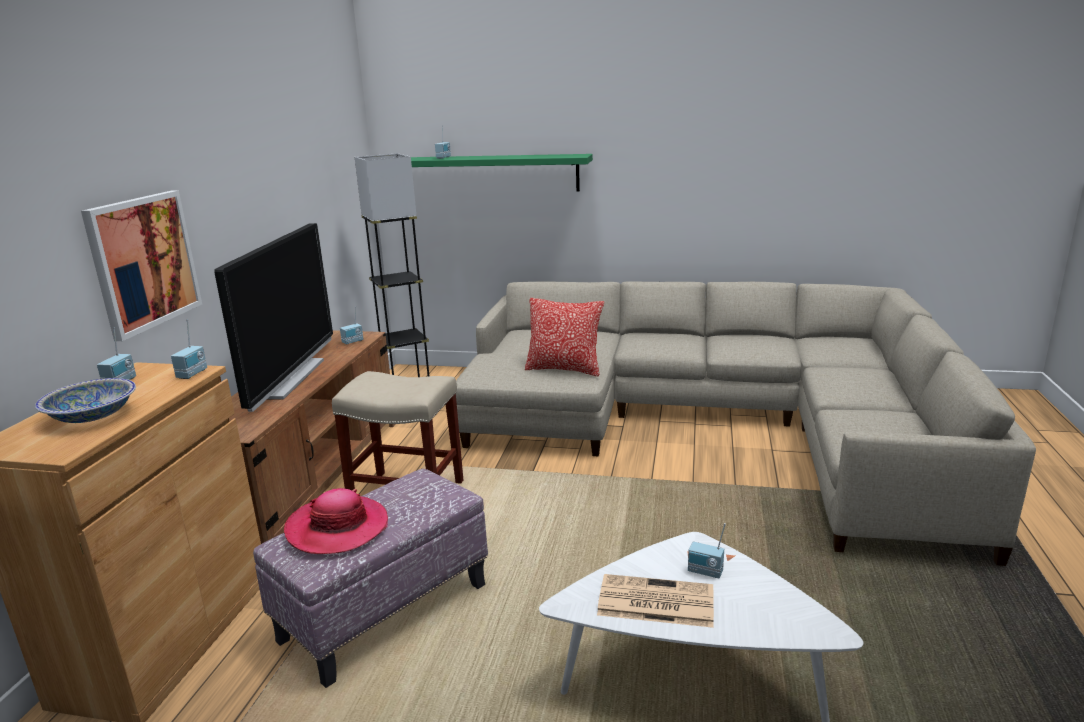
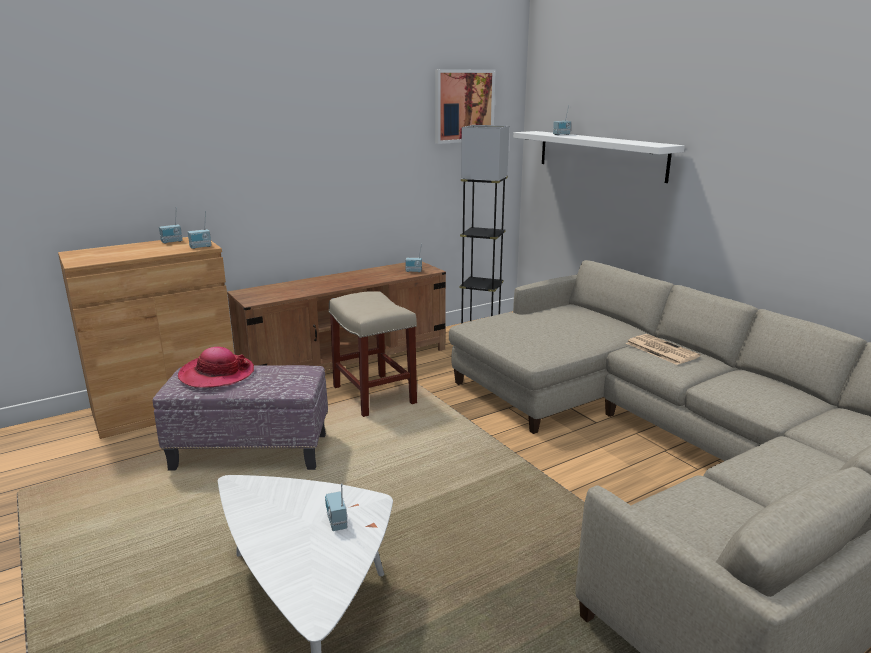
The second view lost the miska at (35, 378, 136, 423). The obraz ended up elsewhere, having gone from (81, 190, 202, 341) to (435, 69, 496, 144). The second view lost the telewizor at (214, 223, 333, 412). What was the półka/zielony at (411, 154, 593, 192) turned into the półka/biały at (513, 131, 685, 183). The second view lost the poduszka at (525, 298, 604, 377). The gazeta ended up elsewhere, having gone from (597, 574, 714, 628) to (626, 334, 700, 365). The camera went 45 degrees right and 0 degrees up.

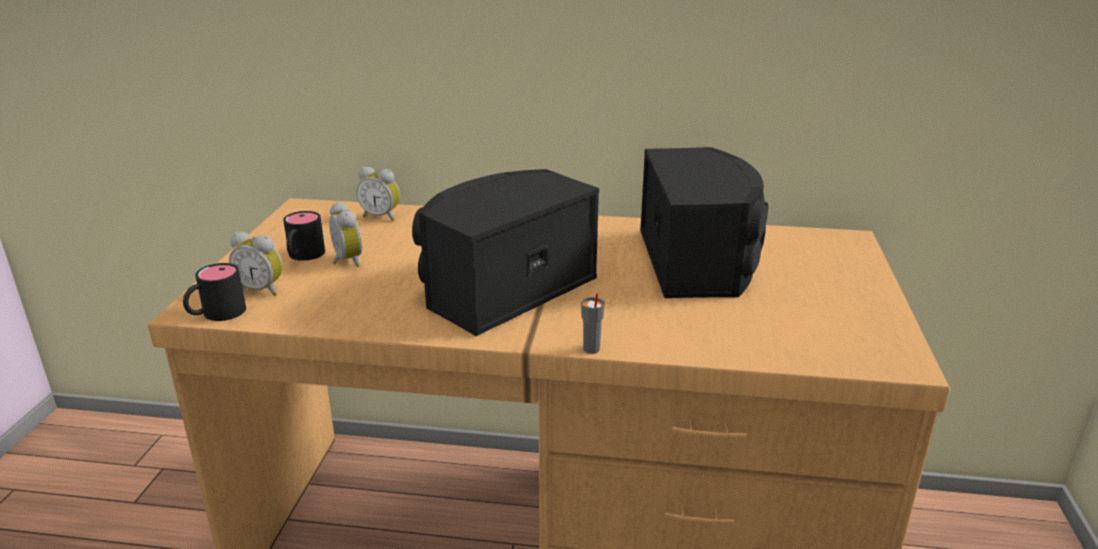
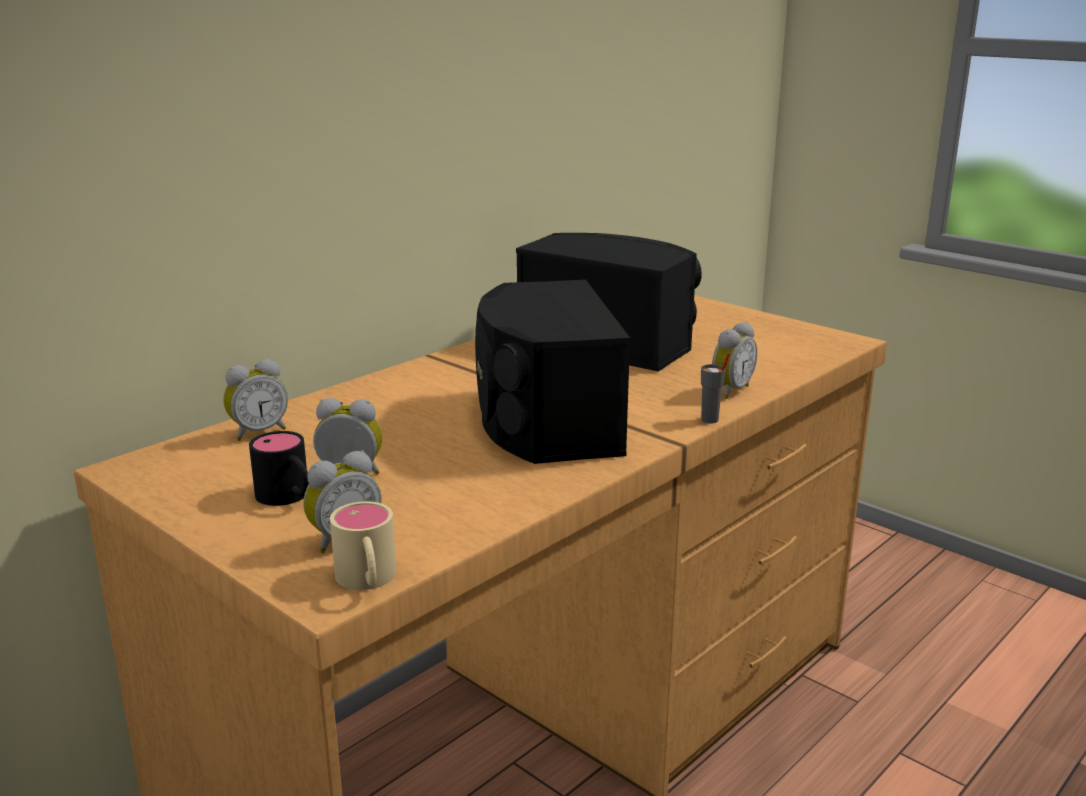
What was the kubek/czarny at (183, 263, 246, 321) turned into the kubek/beżowy at (330, 501, 396, 590). The second view gained the budzik at (712, 322, 757, 399). The camera went 55 degrees left and 5 degrees down.

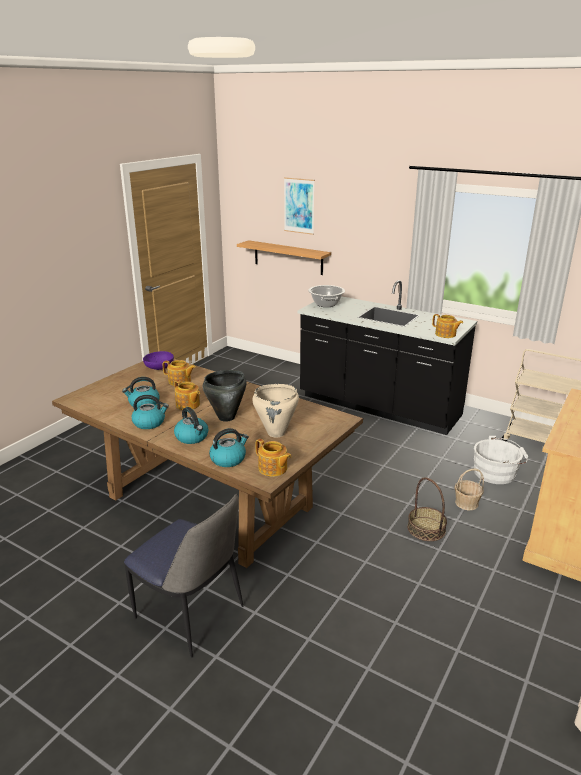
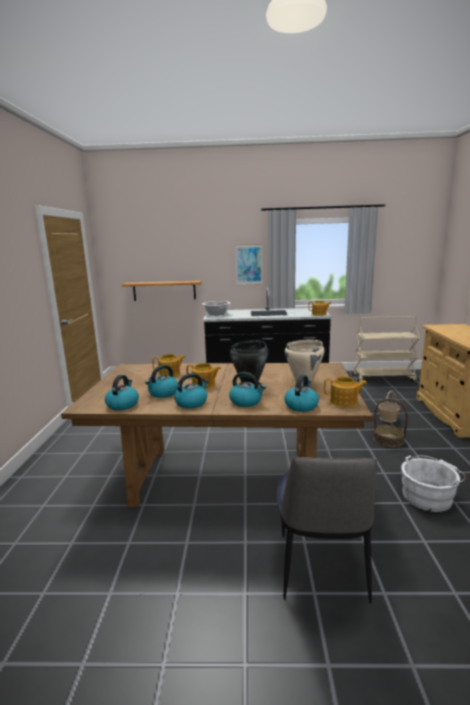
The krzesło at (124, 494, 244, 657) ended up facing another way, 90 degrees clockwise from before. The second view lost the miska/fioletowy at (143, 351, 174, 370). The obraz ended up elsewhere, having gone from (284, 177, 315, 235) to (235, 244, 262, 286). The wiadro/biały ended up elsewhere, having gone from (474, 436, 528, 484) to (401, 455, 466, 512). The second view gained the czajnik at (105, 375, 139, 410). The camera went 30 degrees left and 10 degrees down.

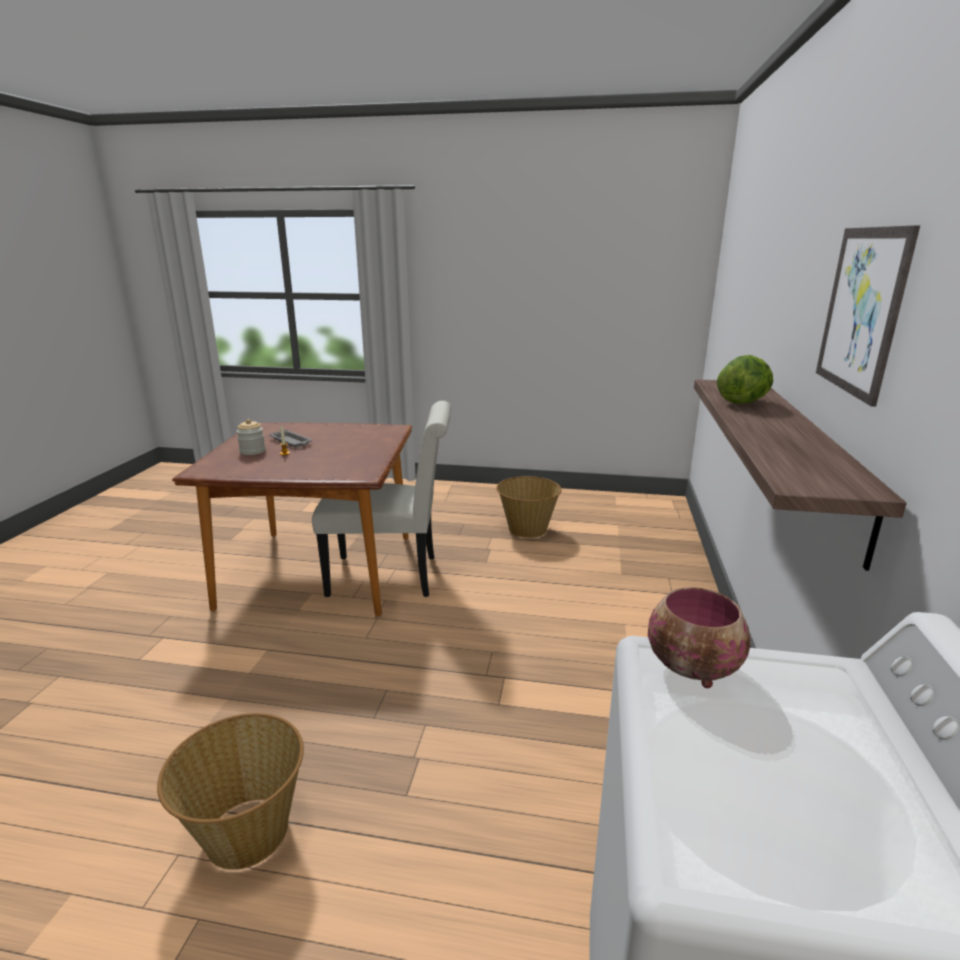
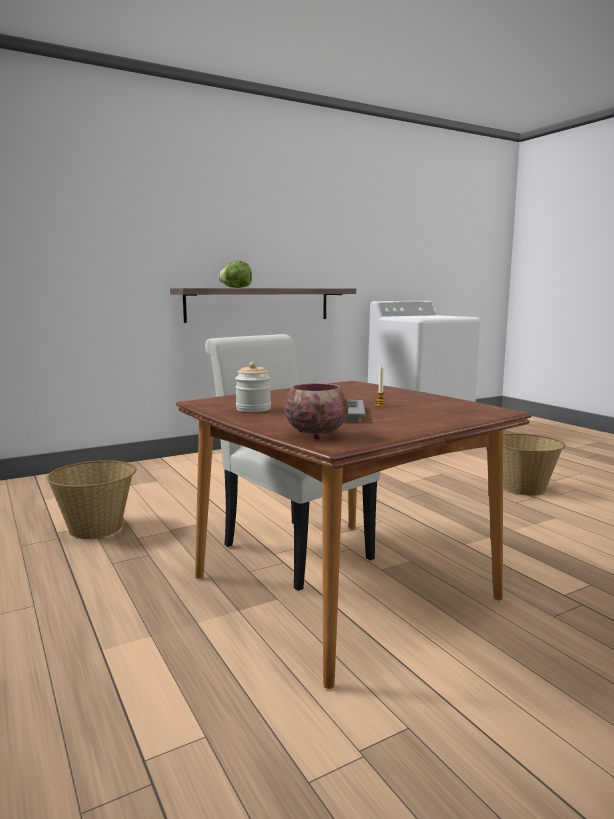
The słoik ended up elsewhere, having gone from (236, 419, 265, 455) to (235, 362, 271, 412). The miska ended up elsewhere, having gone from (648, 587, 750, 688) to (284, 383, 348, 439). The second view lost the obraz at (816, 225, 920, 407). The camera went 130 degrees left and 10 degrees down.

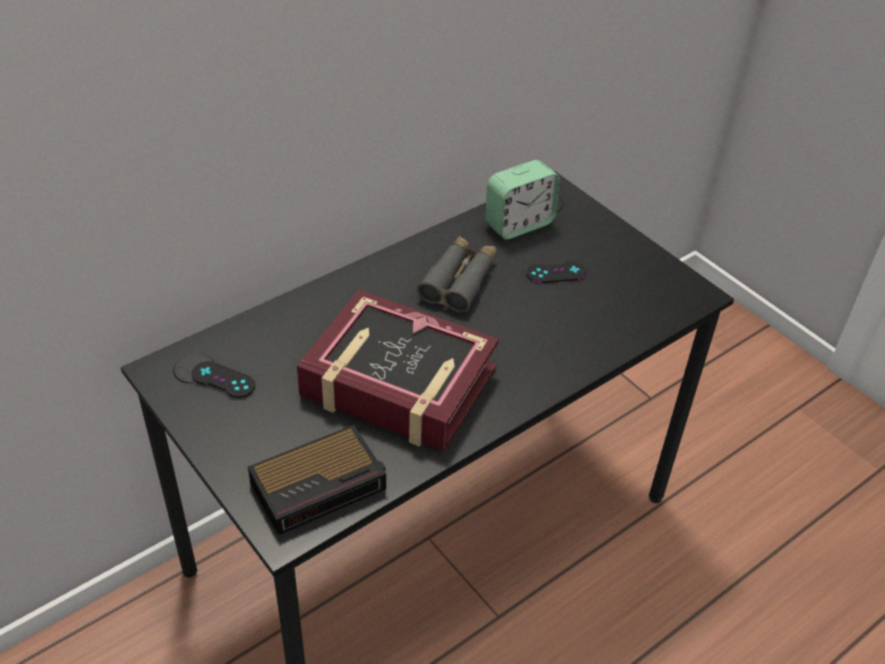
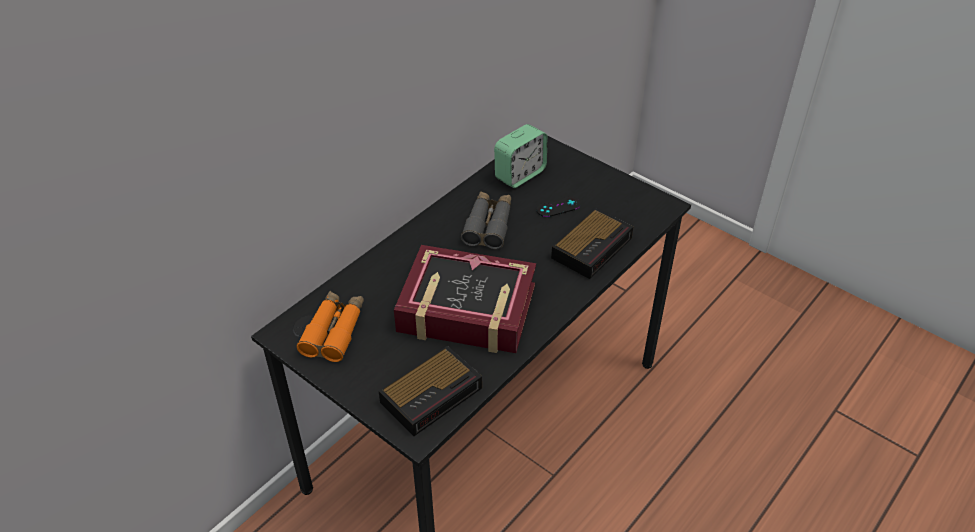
Where the pad do gier/czarny stood at (191, 361, 255, 398), the lornetka/pomarańczowy came to stand at (296, 291, 364, 362). The second view gained the budzik at (551, 208, 633, 279). The camera went 10 degrees left and 0 degrees up.

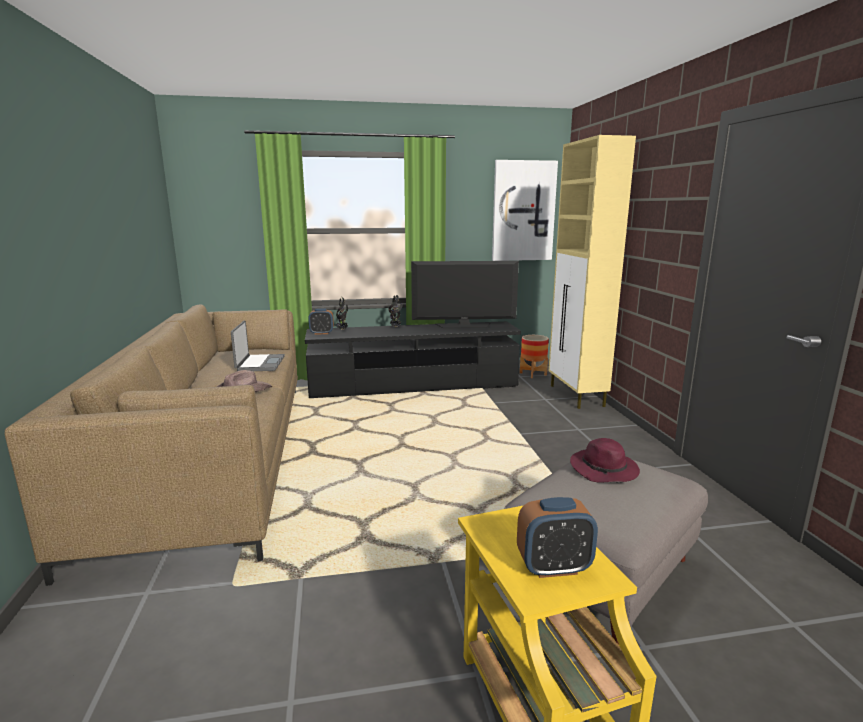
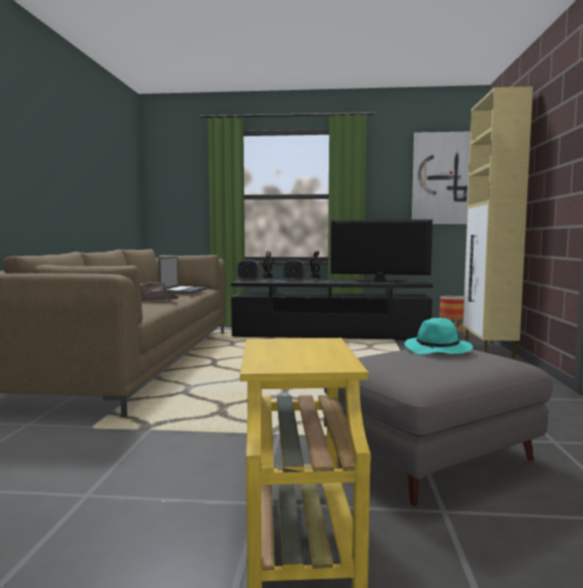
The budzik ended up elsewhere, having gone from (517, 497, 598, 578) to (283, 259, 305, 281). What was the kapelusz/fioletowy at (570, 438, 640, 483) turned into the kapelusz/turkusowy at (404, 318, 473, 355). The camera went 15 degrees right and 10 degrees down.

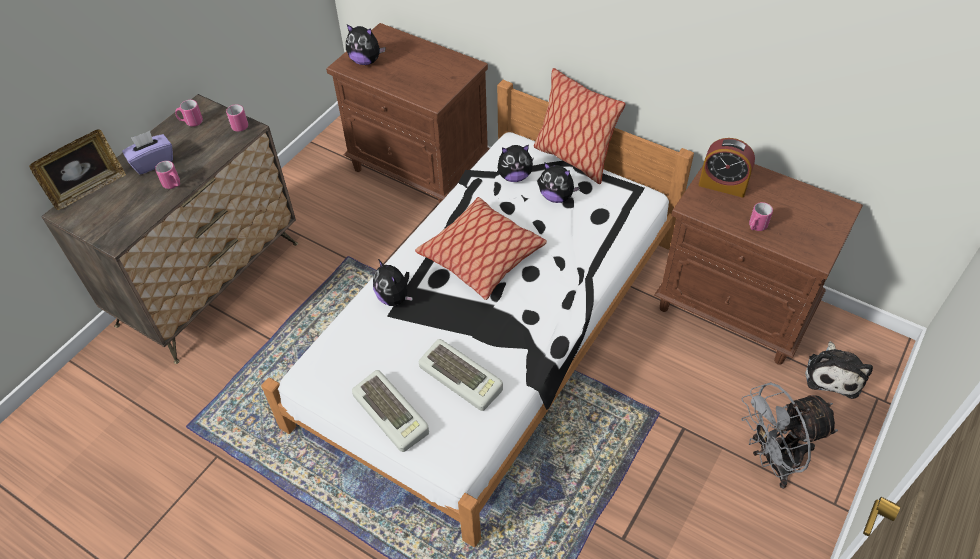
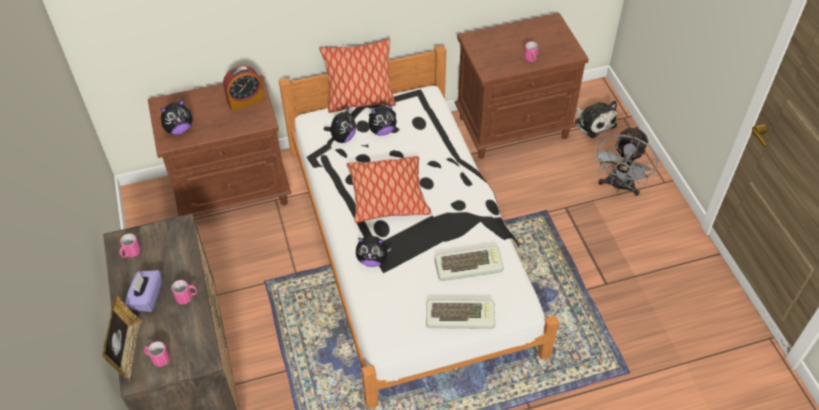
The kubek/różowy ended up elsewhere, having gone from (226, 104, 248, 132) to (144, 341, 170, 367). The budzik ended up elsewhere, having gone from (699, 138, 755, 198) to (223, 65, 264, 111). The camera went 50 degrees left and 0 degrees up.

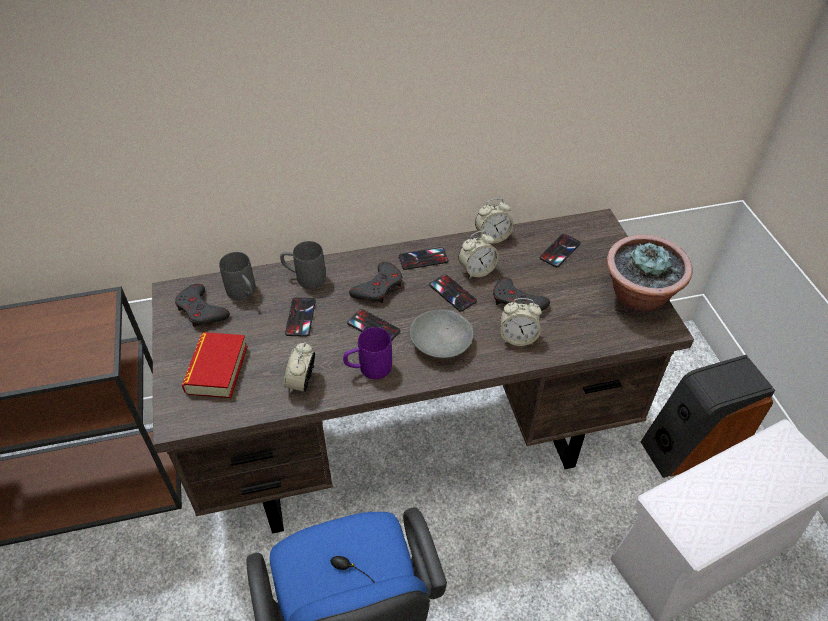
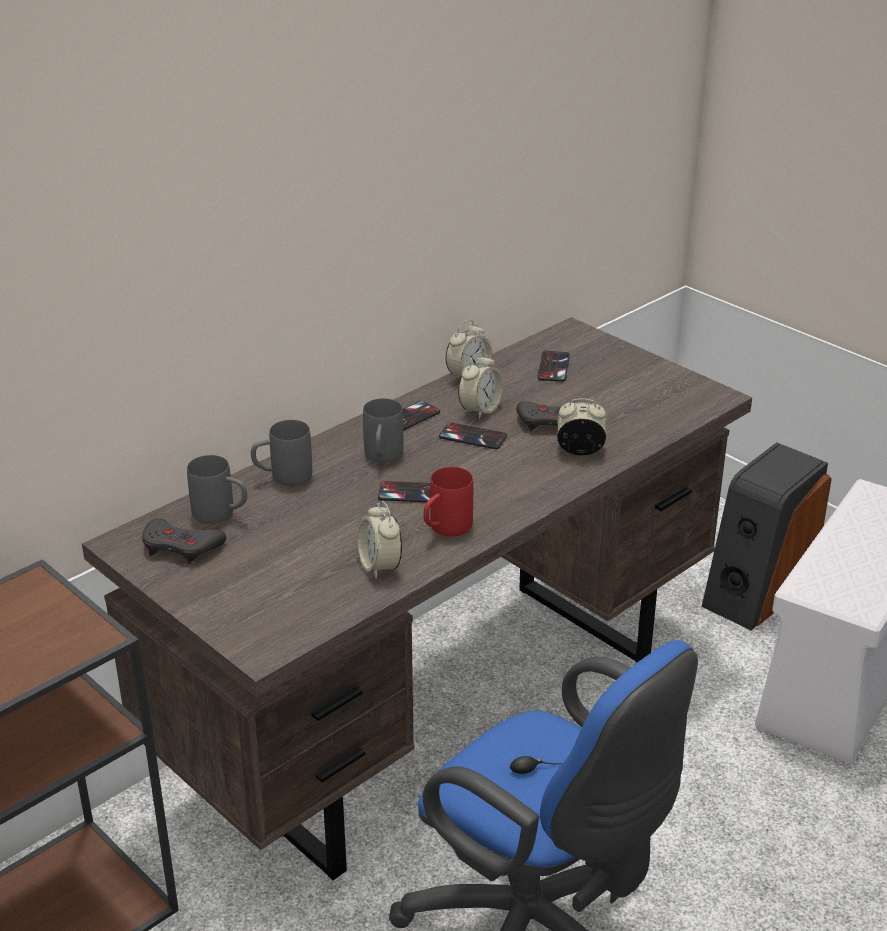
The second view lost the książka at (182, 332, 248, 398). The second view lost the telefon at (285, 297, 316, 337). What was the kubek/fioletowy at (343, 327, 392, 379) turned into the kubek/czerwony at (424, 467, 473, 536). Where the pad do gier/szary stood at (349, 262, 402, 303), the kubek/szary came to stand at (363, 398, 403, 463). The second view lost the miska/szary at (410, 309, 474, 359). The budzik at (500, 298, 542, 346) ended up facing another way, 150 degrees counterclockwise from before. The second view lost the roślina doniczkowa at (606, 235, 692, 313). The camera went 30 degrees left and 15 degrees down.

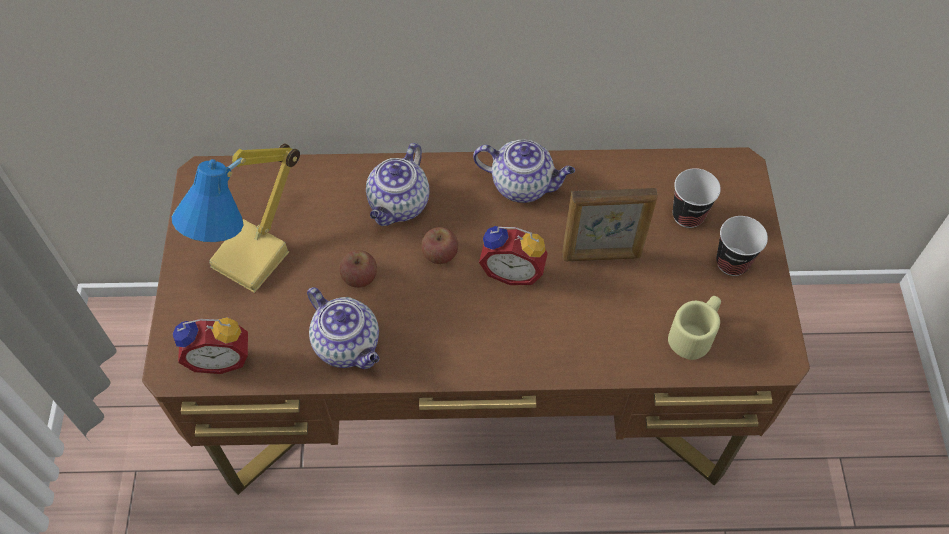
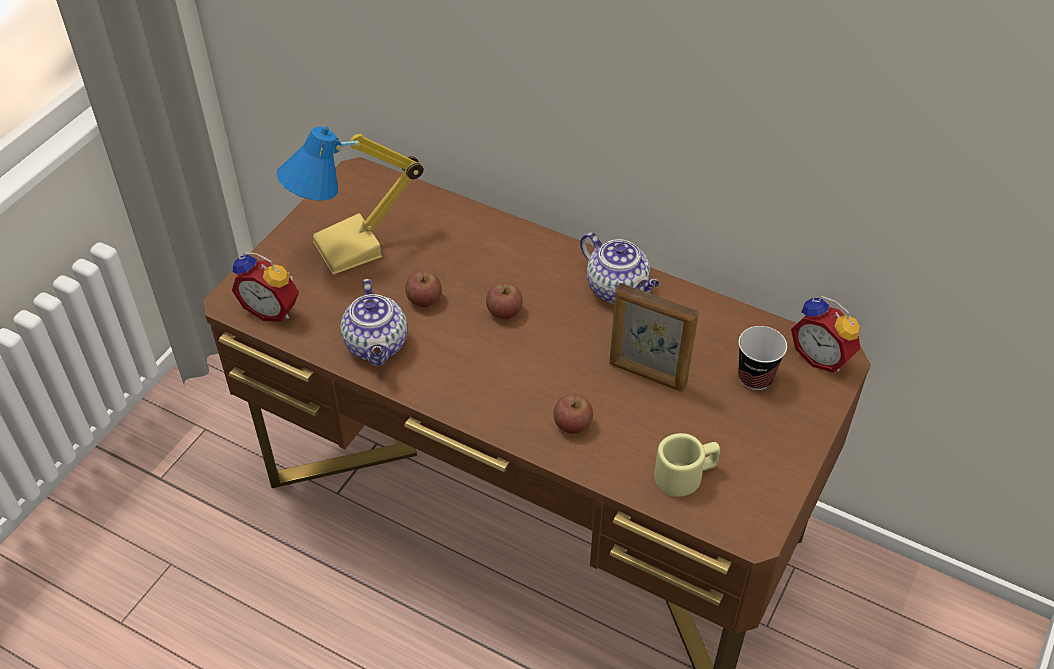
The second view lost the imbryk at (366, 143, 429, 226). The budzik ended up elsewhere, having gone from (479, 226, 548, 285) to (791, 296, 861, 373). The second view lost the filiżanka at (716, 216, 768, 276). The second view gained the jabłko at (553, 394, 593, 434). The camera went 30 degrees right and 10 degrees down.

